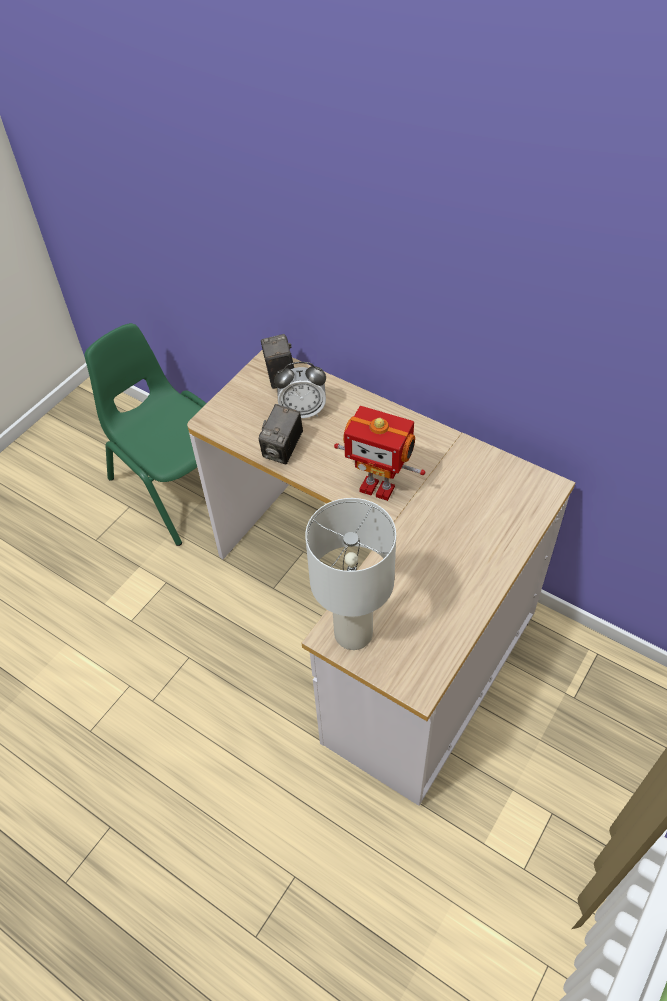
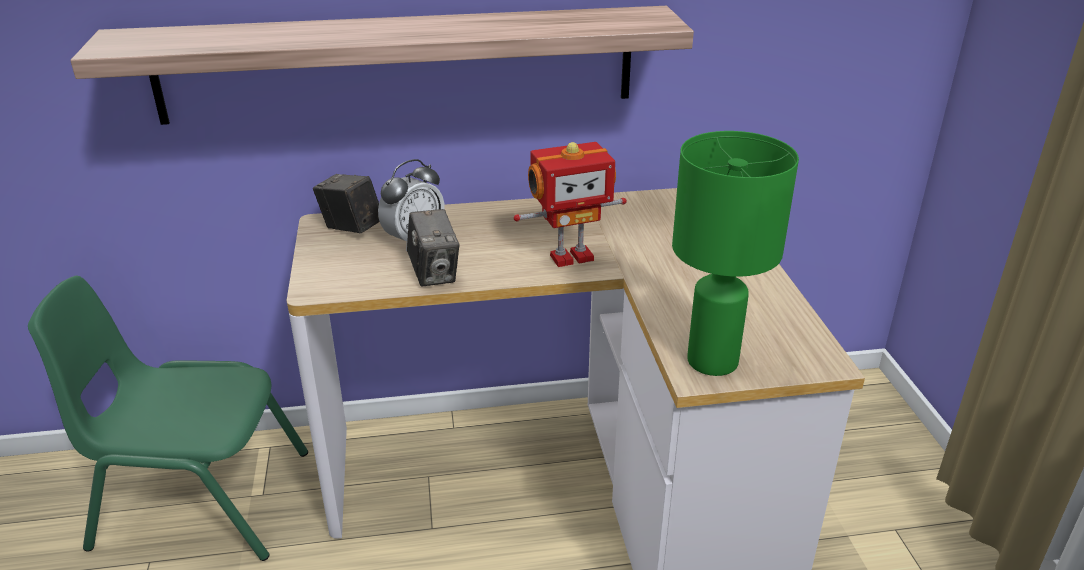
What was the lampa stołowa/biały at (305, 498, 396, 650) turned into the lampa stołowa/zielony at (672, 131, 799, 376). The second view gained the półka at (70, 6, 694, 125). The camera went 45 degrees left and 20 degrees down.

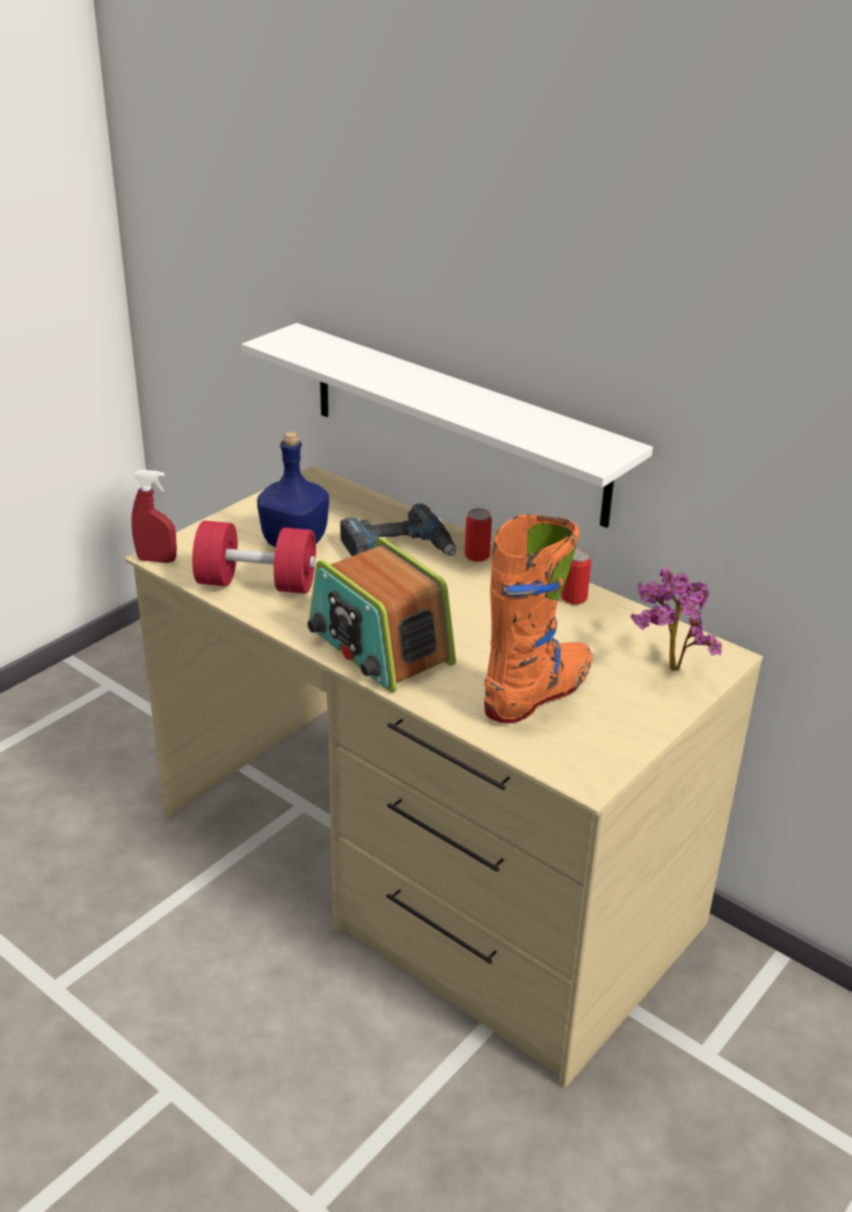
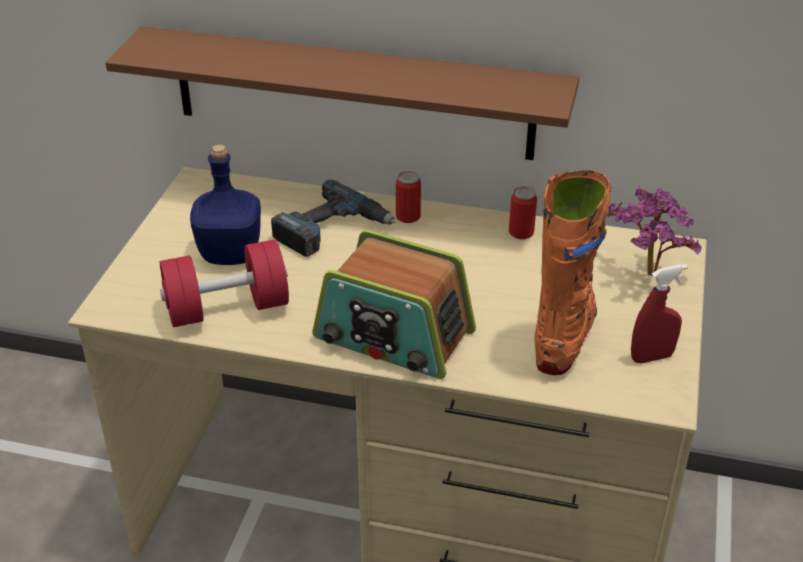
The spryskiwacz/czerwony ended up elsewhere, having gone from (131, 470, 177, 563) to (631, 265, 688, 363). What was the półka/biały at (242, 323, 653, 528) turned into the półka/brązowy at (105, 26, 579, 160). The camera went 25 degrees left and 5 degrees up.

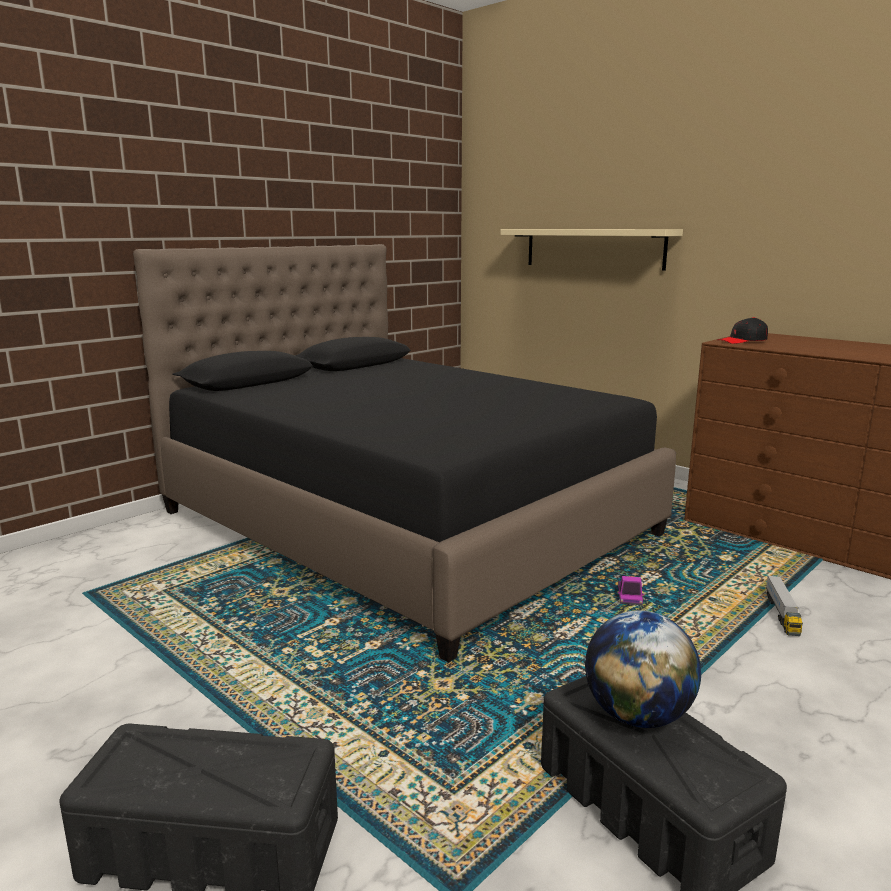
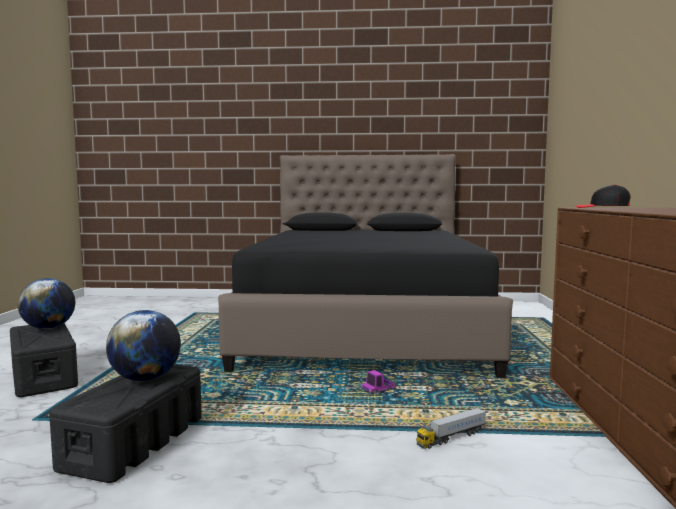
The second view lost the półka/beżowy at (501, 229, 683, 271). The second view gained the globus at (18, 278, 75, 329). The camera went 50 degrees right and 10 degrees down.

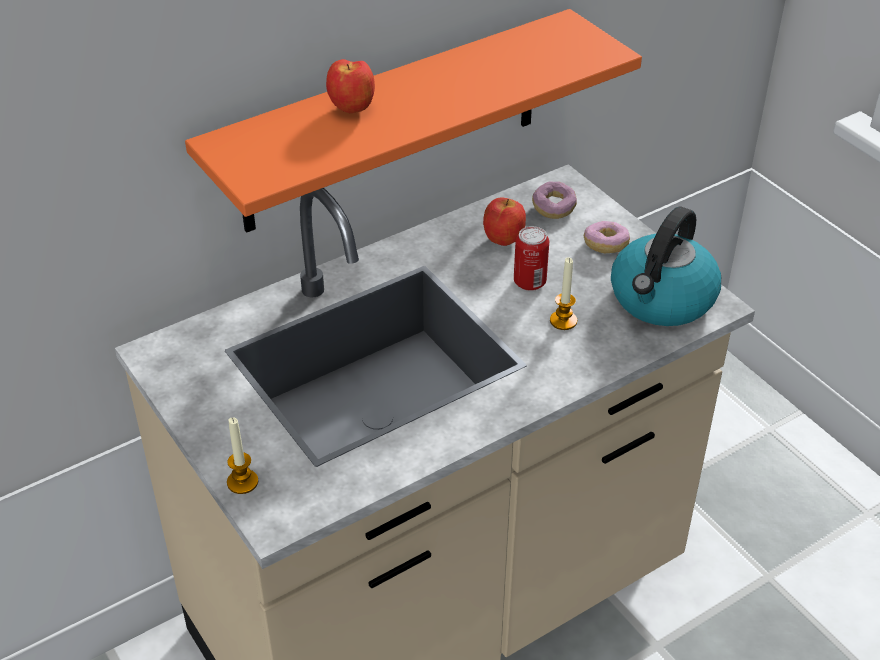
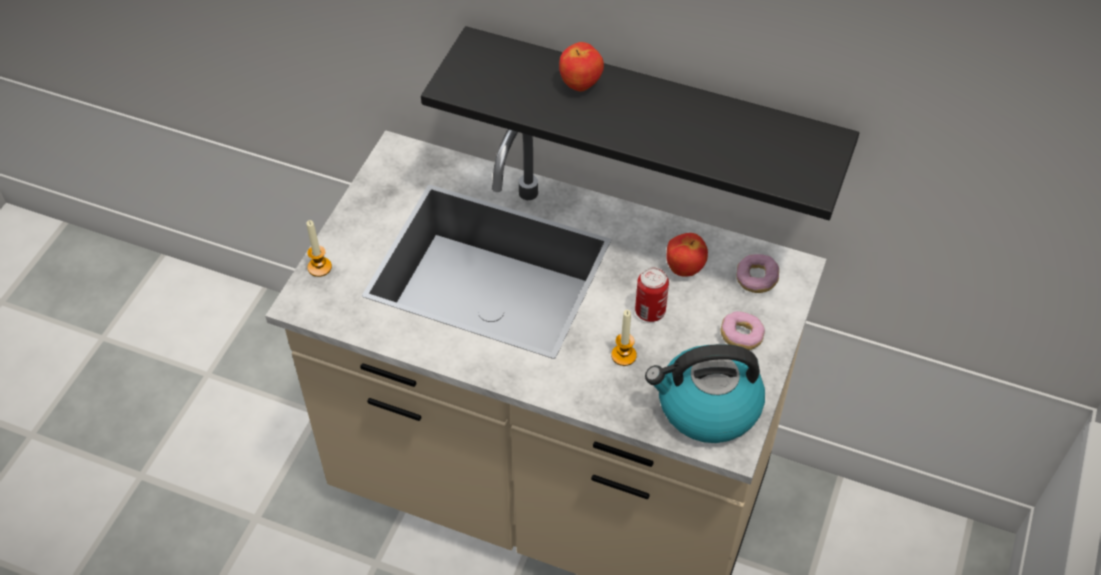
What was the półka/pomarańczowy at (185, 9, 642, 233) turned into the półka/czarny at (421, 26, 859, 220). The camera went 55 degrees right and 10 degrees up.

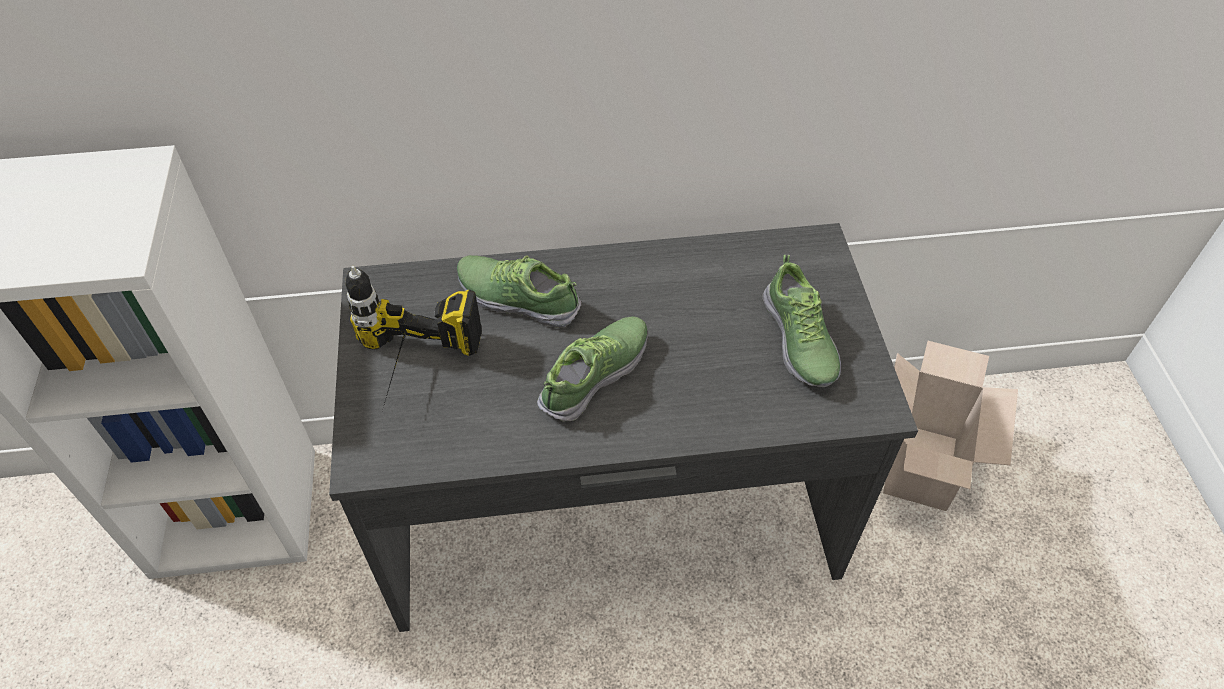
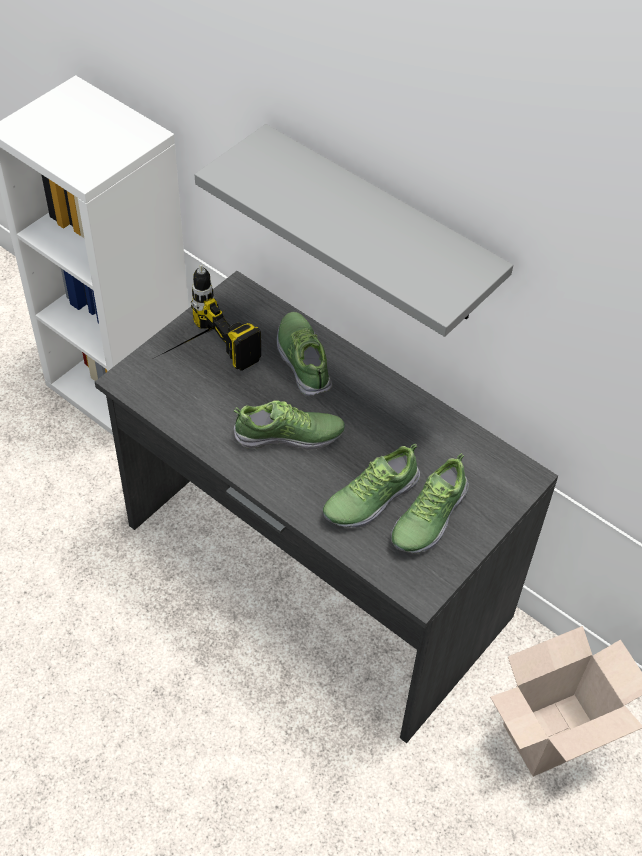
The second view gained the półka/szary at (195, 124, 513, 337). The second view gained the but at (323, 444, 420, 528). The camera went 45 degrees right and 0 degrees up.

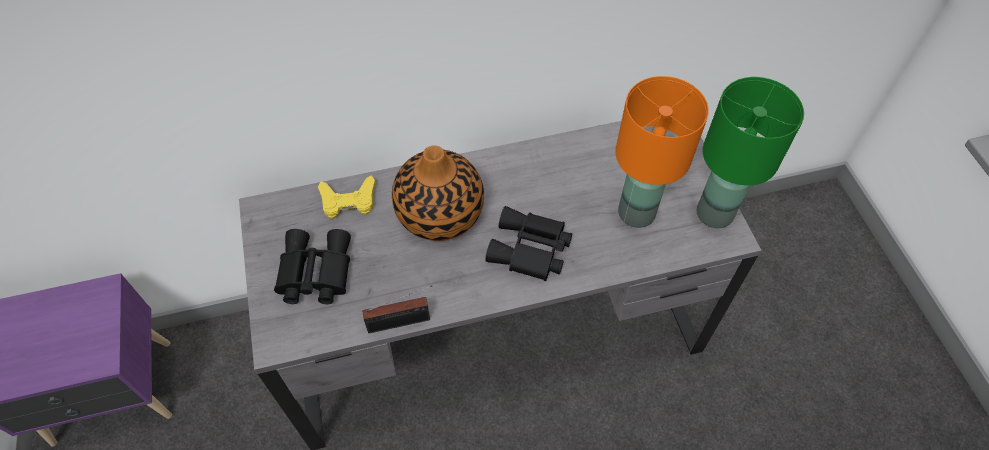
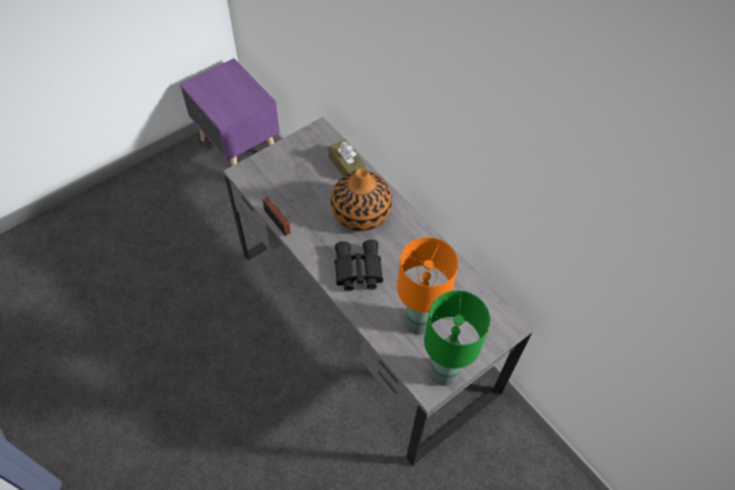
The second view lost the lornetka/czarny at (274, 229, 351, 304). Where the pad do gier/żółty stood at (318, 176, 376, 219), the pudełko chusteczek/brązowy came to stand at (328, 139, 365, 176). The camera went 65 degrees right and 0 degrees up.

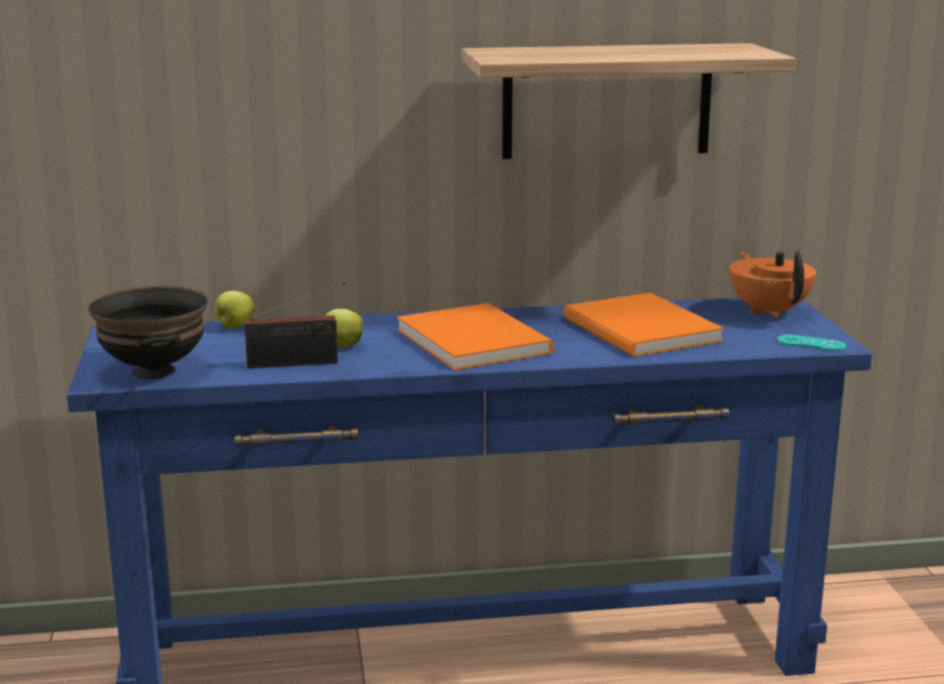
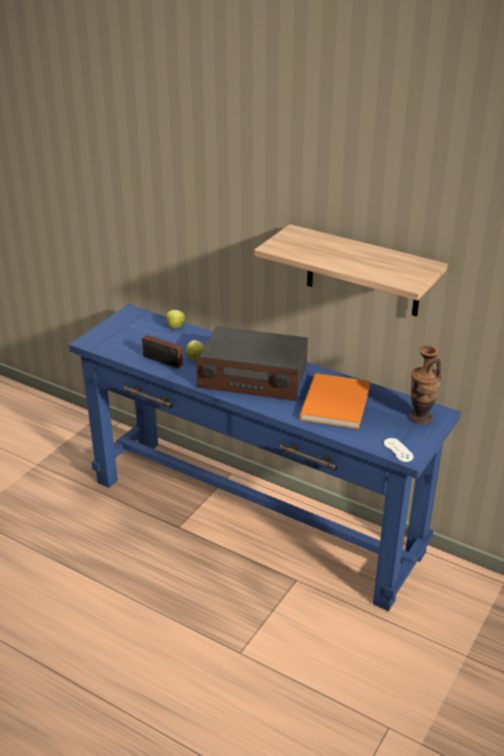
The second view lost the miska/czarny at (87, 286, 208, 379). Where the książka/pomarańczowy stood at (397, 303, 554, 370), the radio came to stand at (196, 326, 308, 401). Where the imbryk/pomarańczowy stood at (729, 251, 816, 318), the wazon came to stand at (410, 345, 442, 424). What was the pad do gier/turkusowy at (777, 335, 846, 351) turned into the pad do gier/biały at (384, 438, 414, 462). The camera went 40 degrees right and 15 degrees up.

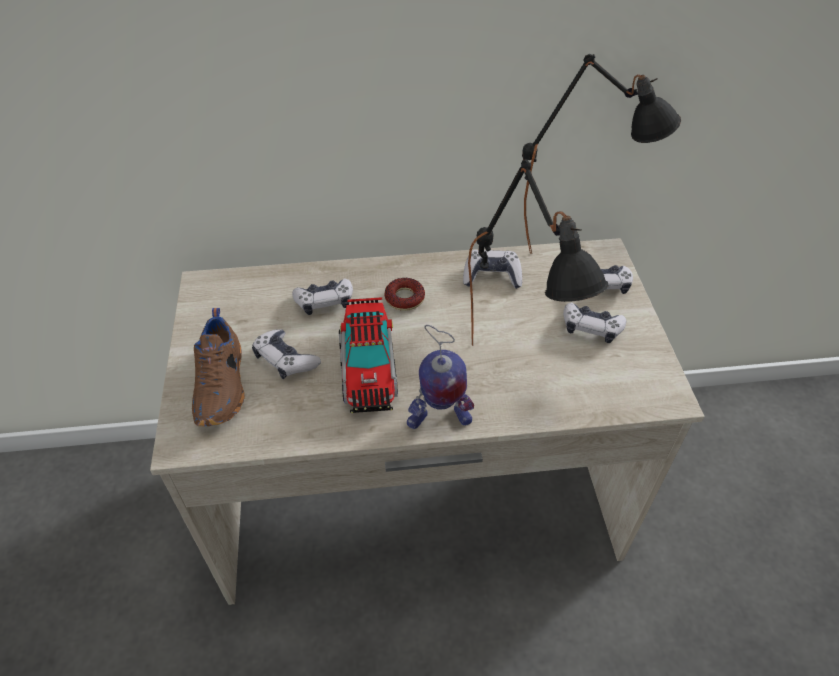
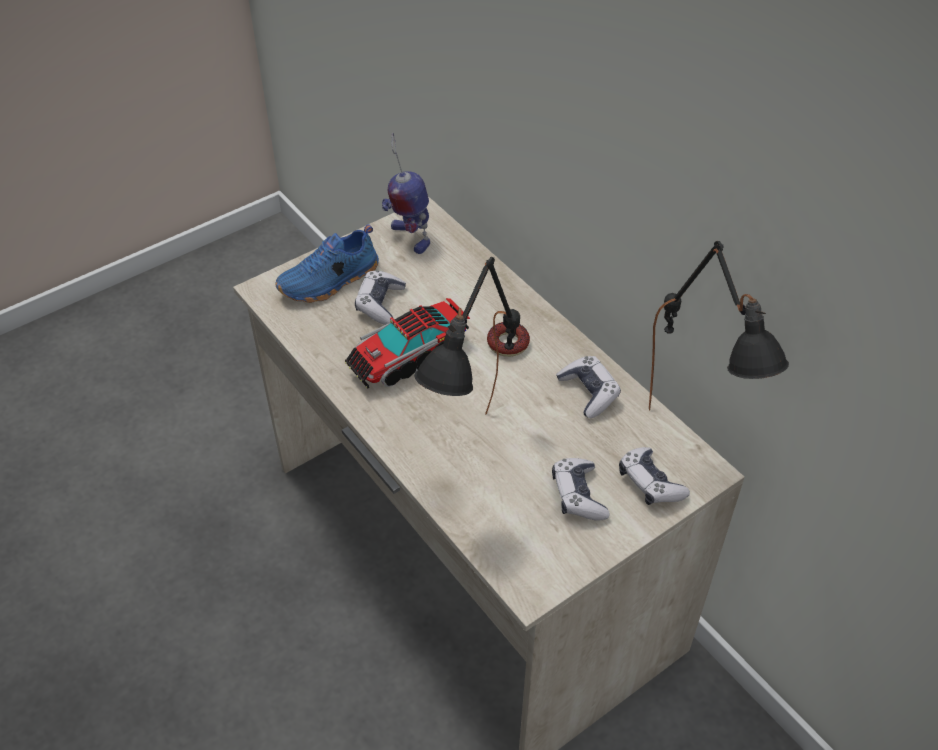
What was the but/brązowy at (192, 308, 245, 426) turned into the but/niebieski at (275, 224, 379, 303). The second view lost the pad do gier at (292, 279, 353, 315). The robot zabawkowy ended up elsewhere, having gone from (407, 325, 474, 429) to (382, 133, 430, 254). The camera went 60 degrees right and 0 degrees up.

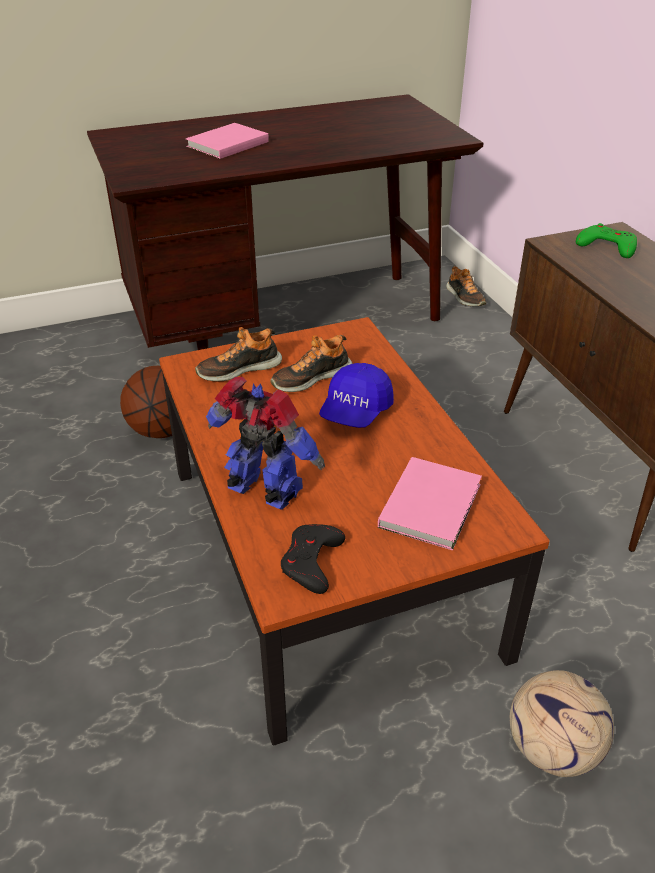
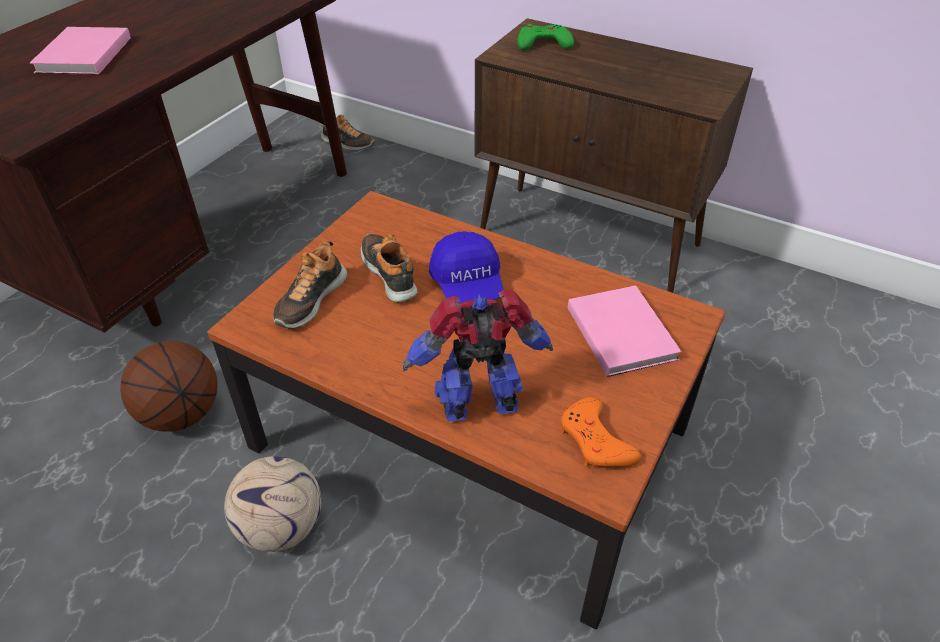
The but at (270, 335, 352, 392) ended up facing another way, 135 degrees clockwise from before. What was the pad do gier/czarny at (281, 524, 345, 594) turned into the pad do gier/pomarańczowy at (561, 397, 641, 467). The piłka futbolowa ended up elsewhere, having gone from (510, 670, 614, 777) to (224, 456, 322, 552). The camera went 40 degrees left and 5 degrees up.

